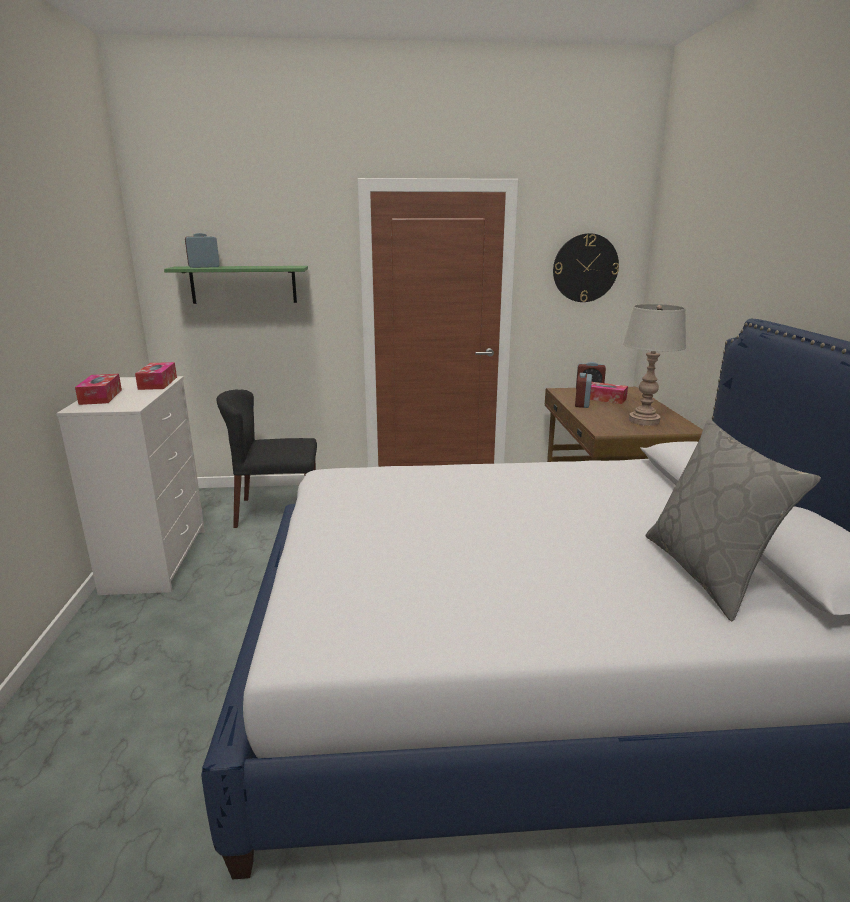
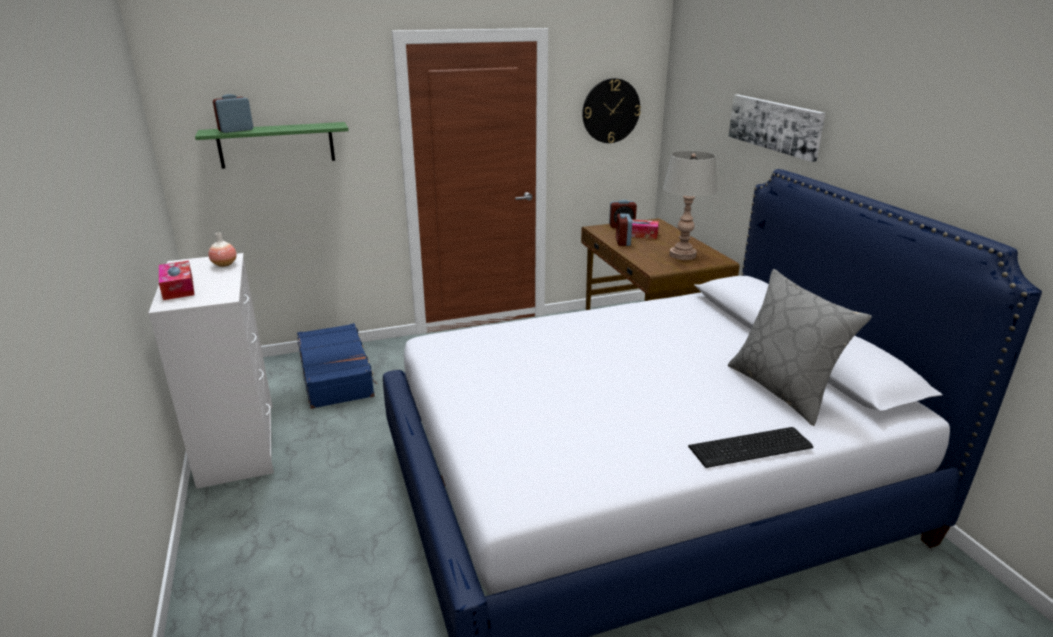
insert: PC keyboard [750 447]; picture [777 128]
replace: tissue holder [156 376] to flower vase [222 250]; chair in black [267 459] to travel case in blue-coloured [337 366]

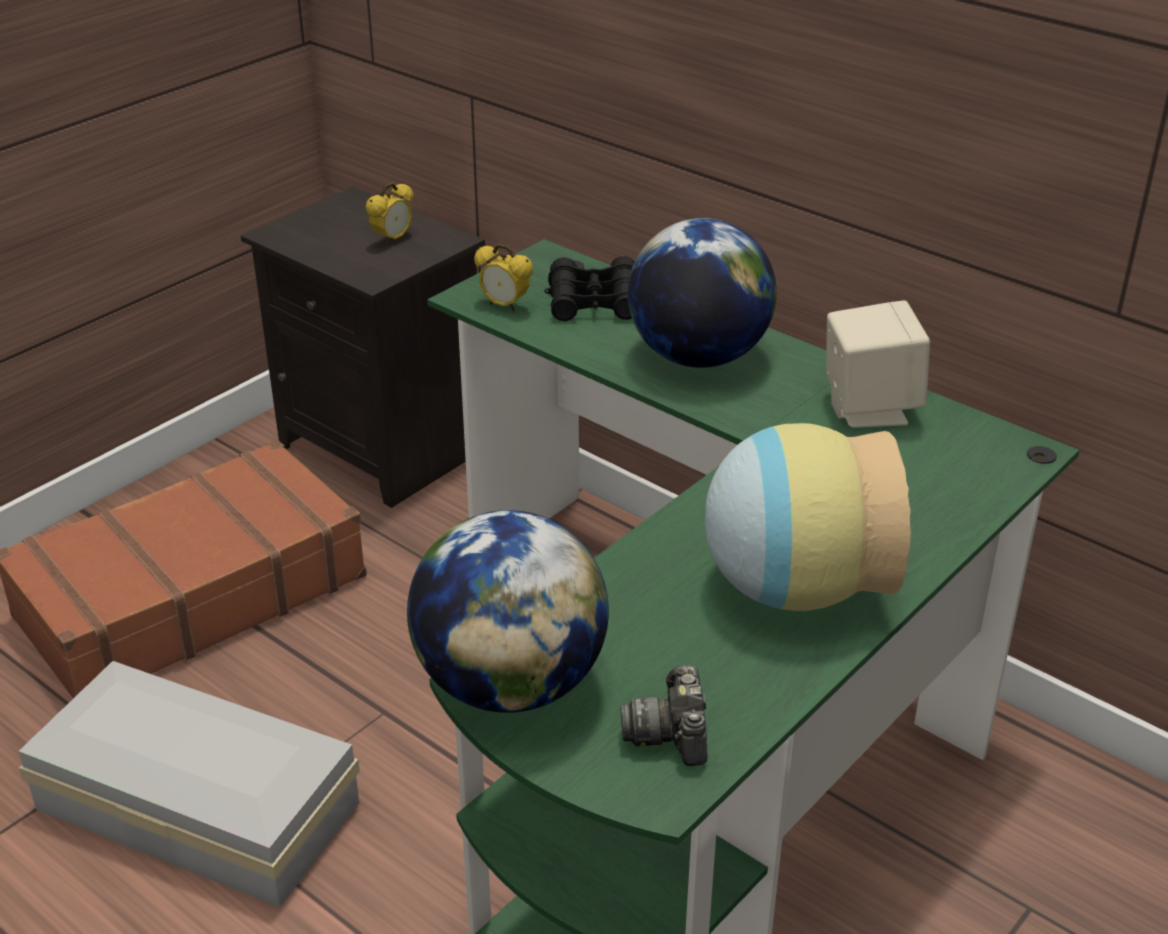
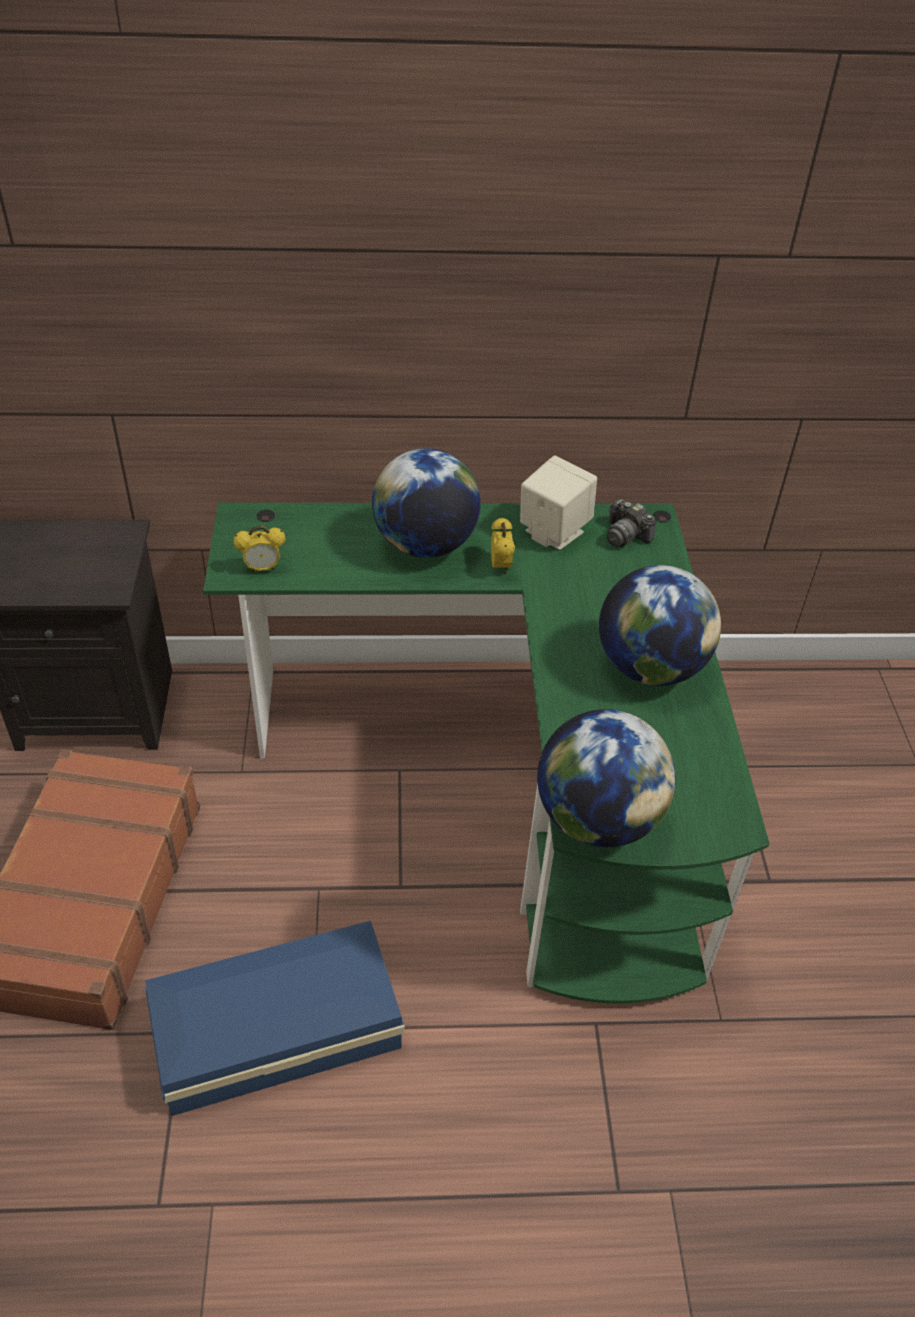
delete: binoculars in black [589 288]
move: table clock [389 213] to [503 545]; still camera [663 715] to [631 523]
replace: flower vase [808 517] to globe [660 625]
recolor: storage box in whitish [189 784] to storage box in blue-coloured [275 1018]

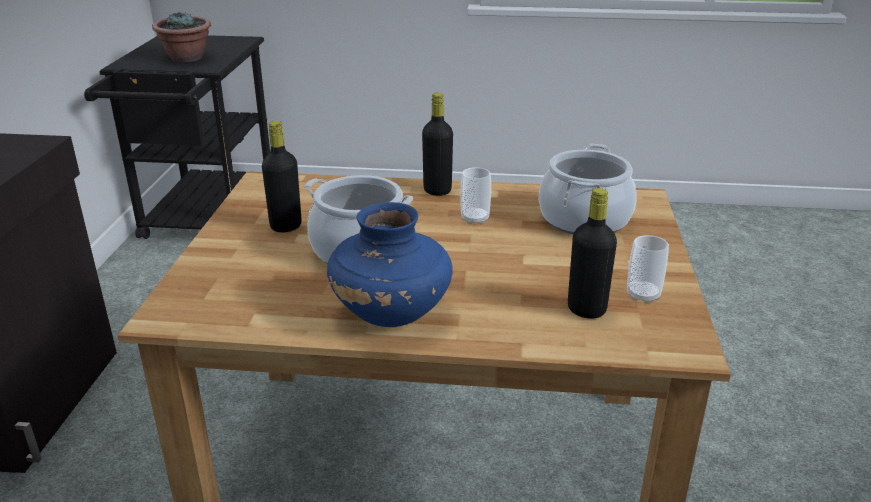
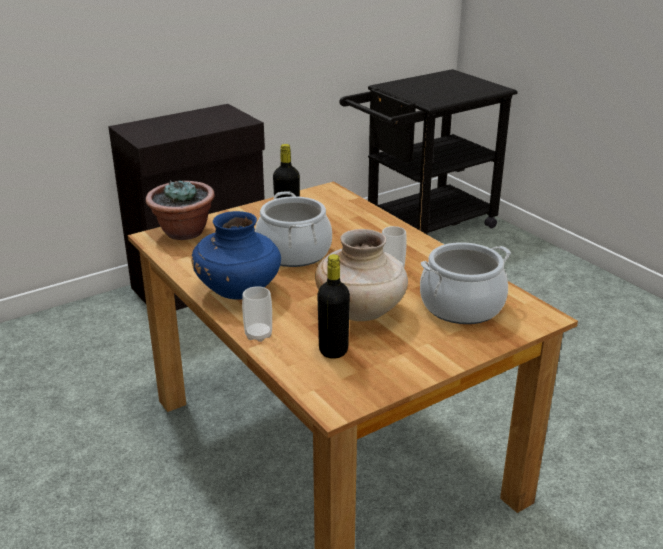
delete: drink bottle in black [437 144]
insert: flower vase in beige [361 275]
move: plant in a pot [181 36] to [180 210]; small cup [648 269] to [257 314]

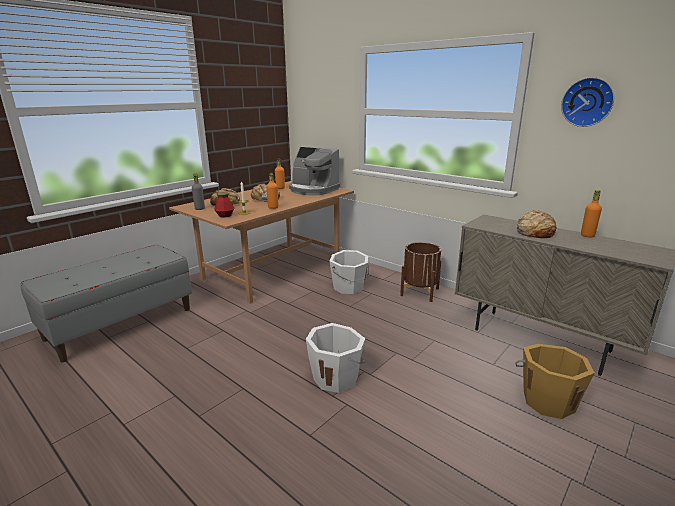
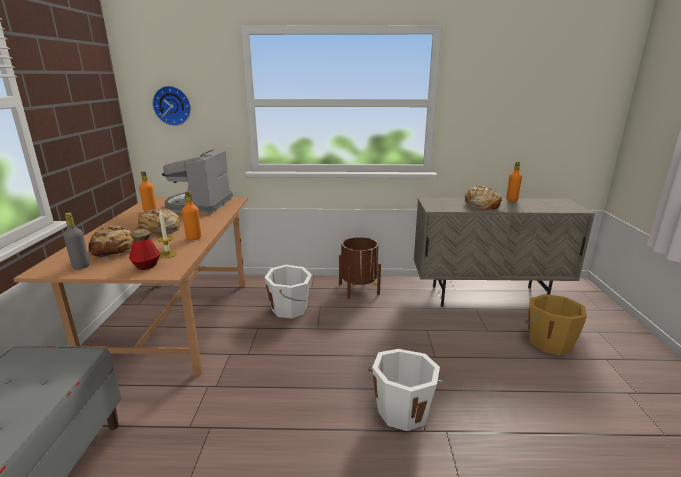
move: wall clock [587 102] to [171 106]
rotate: coffee maker [314 170] = [197 181] 105 degrees clockwise

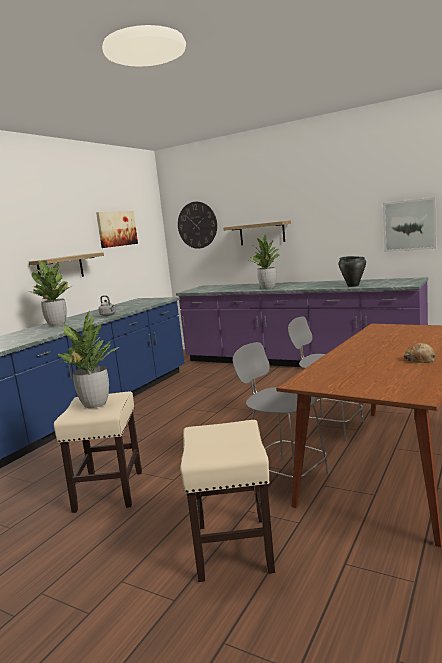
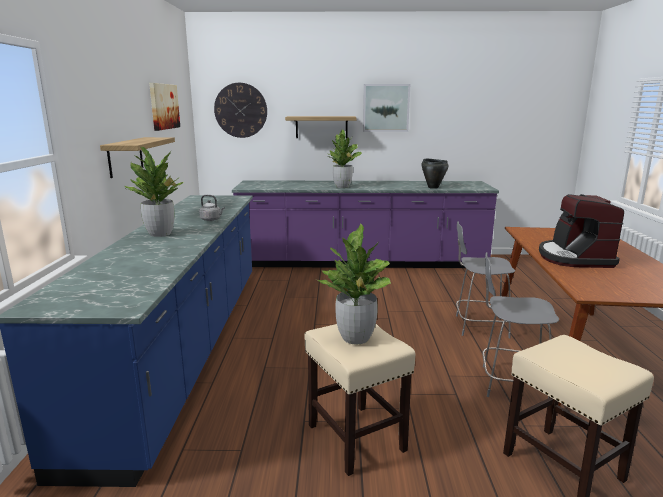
delete: bakery bread [419 353]
insert: coffee maker [581 231]
move: picture [409 224] to [386 108]

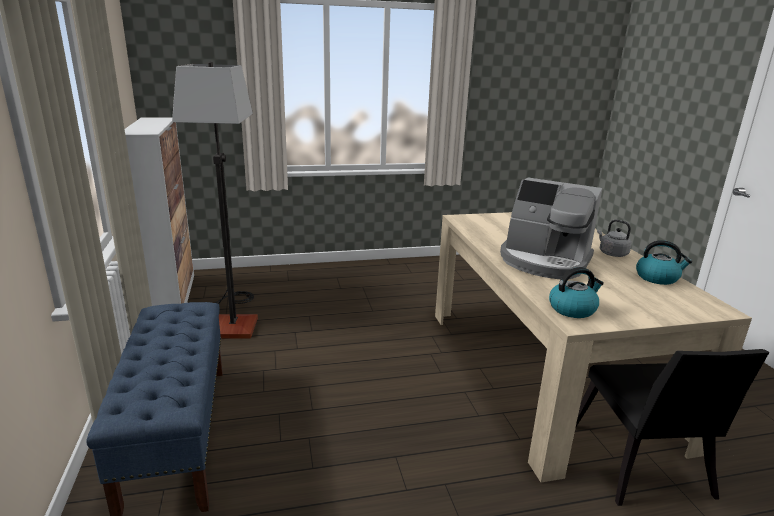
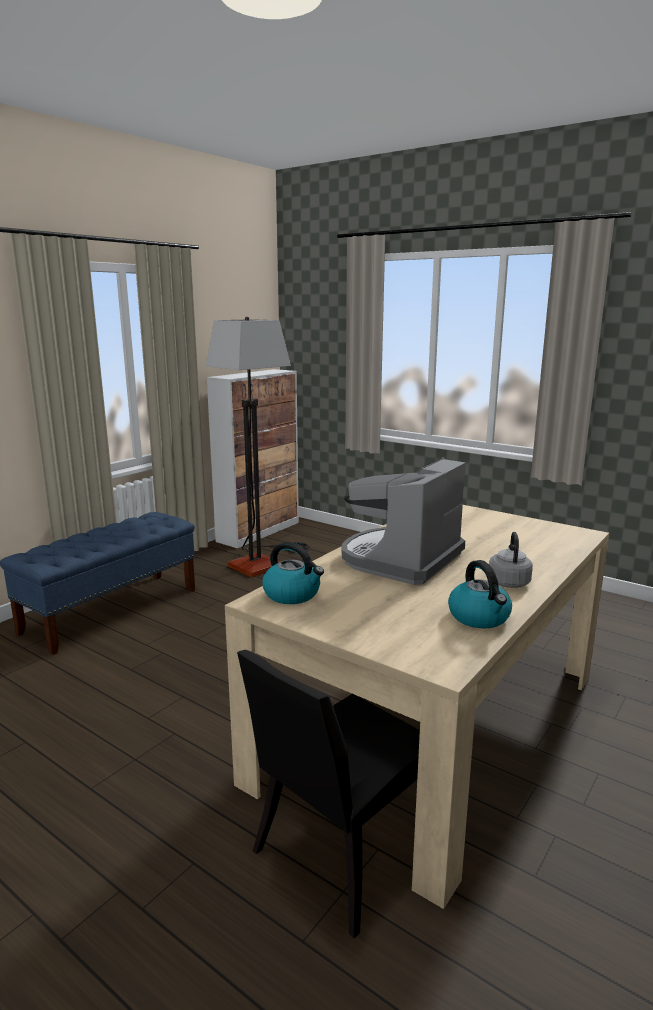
rotate: coffee maker [551 228] = [404 521] 45 degrees clockwise

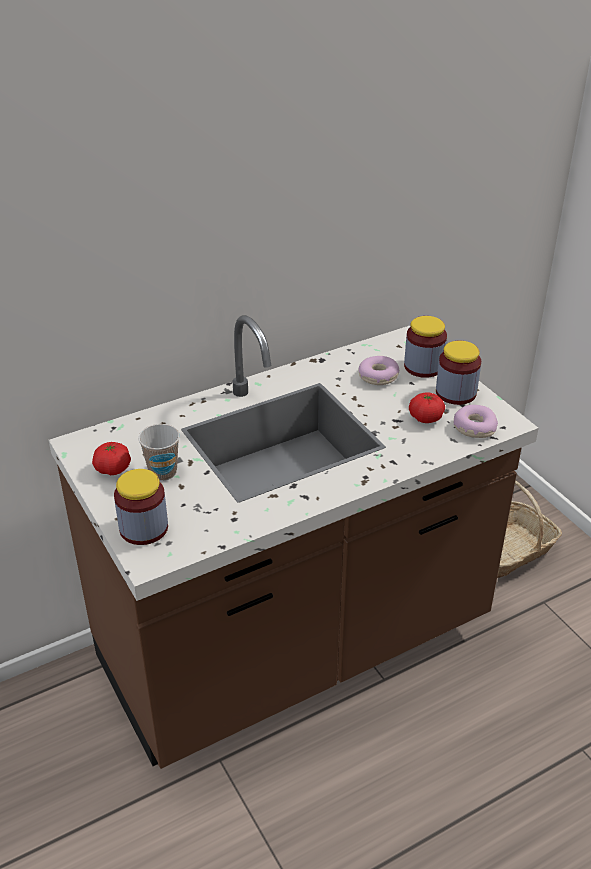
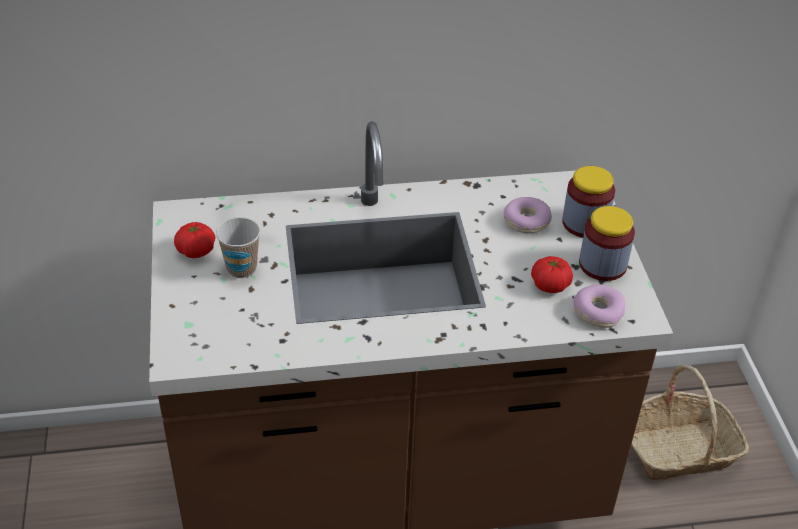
delete: preserve jar [141 507]

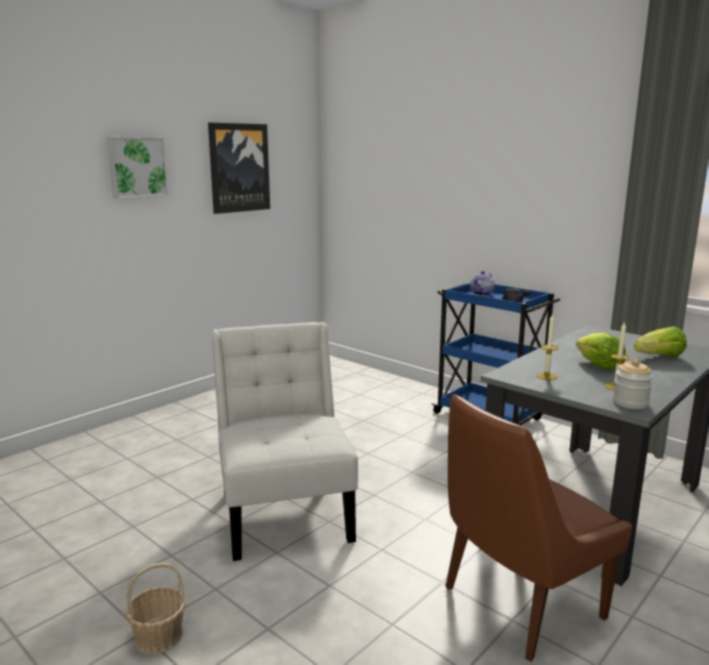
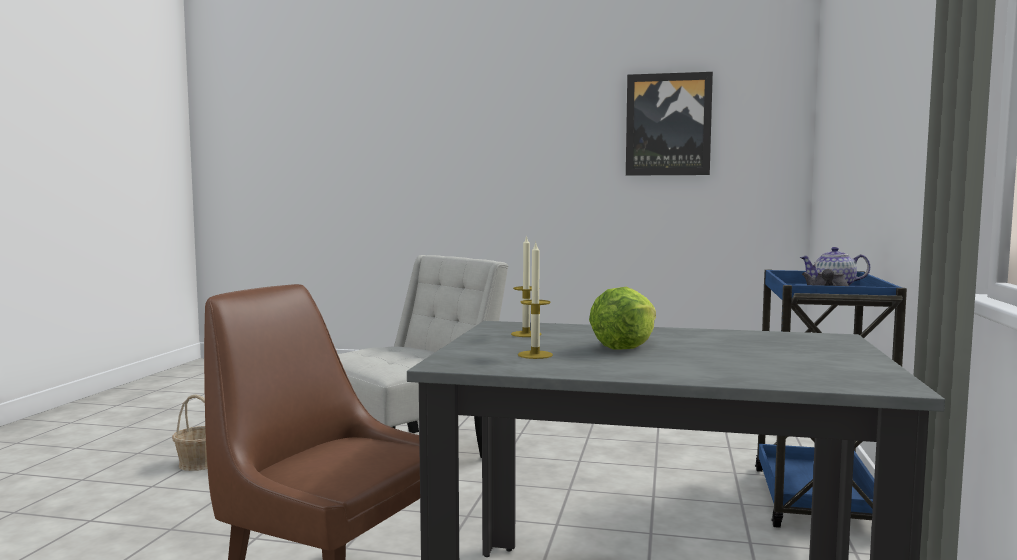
delete: picture [138 168]; preserve jar [633 384]; lettuce [660 341]

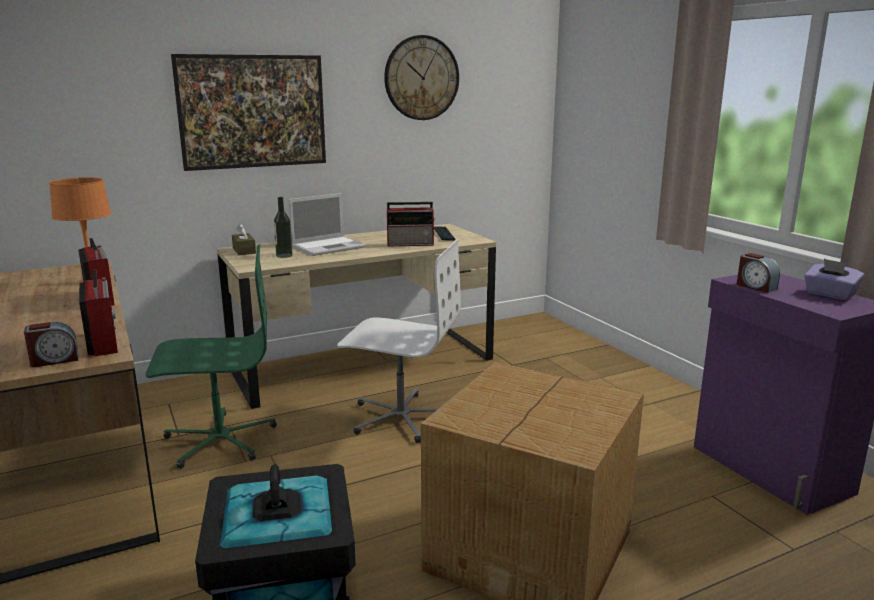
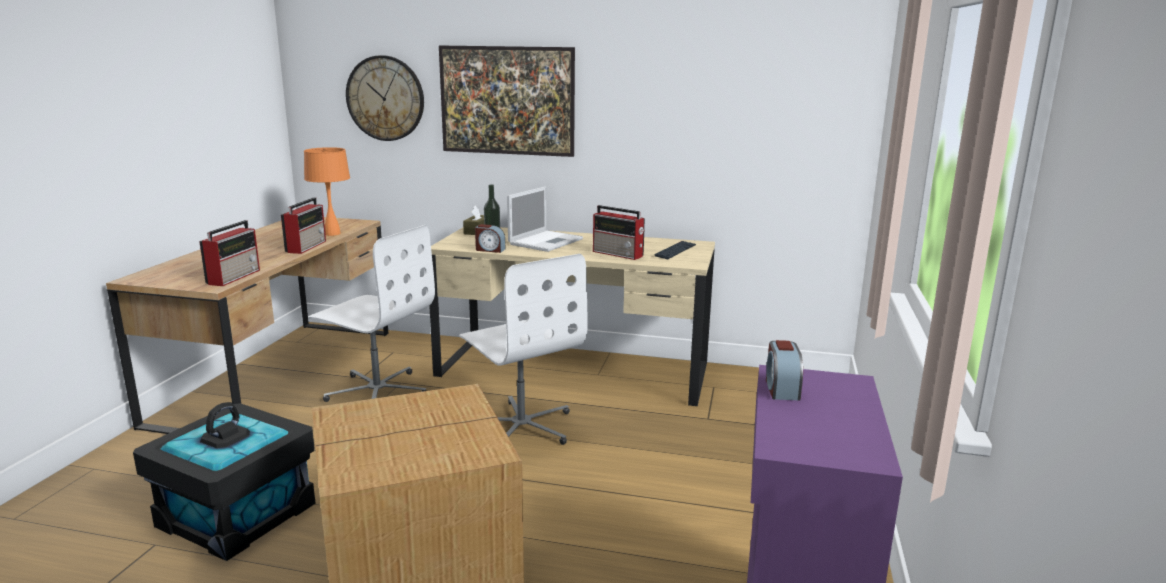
delete: tissue holder in purple [834 279]
move: table clock [51 344] to [490 238]; wall clock [421 77] to [385 98]
recolor: computer chair in green-coloured [211 356] to computer chair in whitish [371 313]
rotate: laptop [327 224] = [545 219] 60 degrees counterclockwise

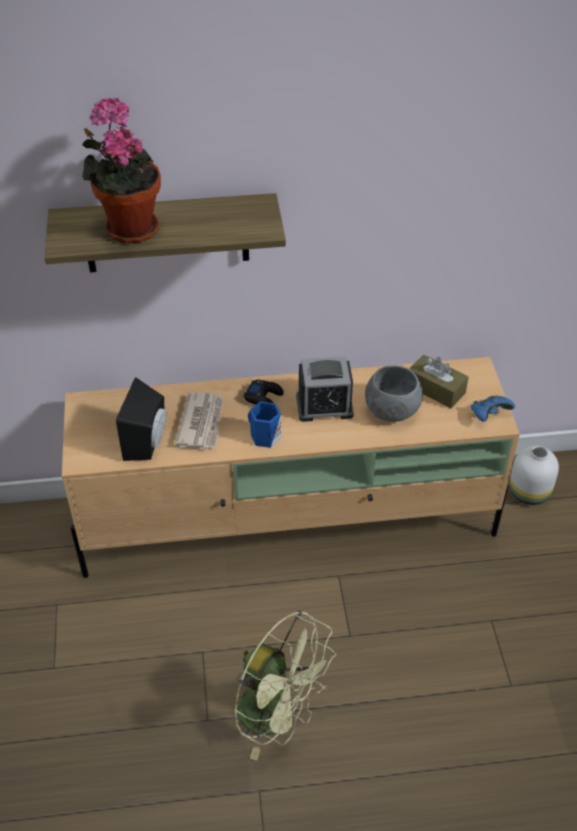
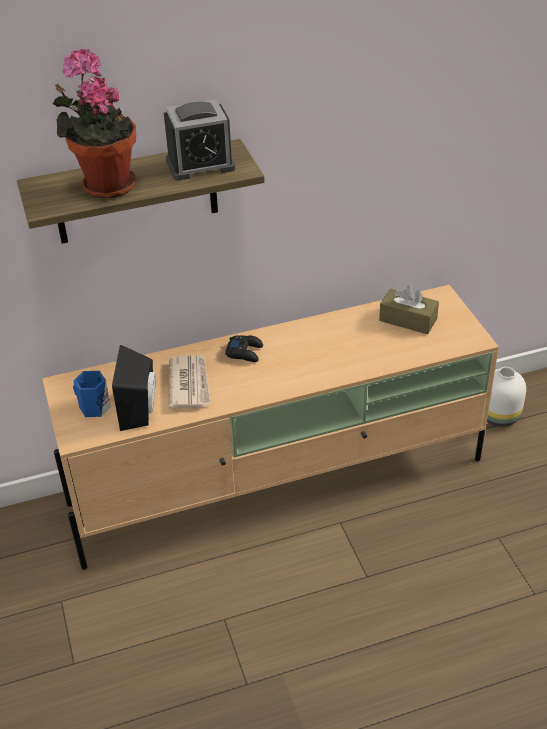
delete: electric fan in green-coloured [285 685]; deep dish in greyish [394 393]; joypad in blue-coloured [493 408]
move: tea mug in blue-coloured [264 424] to [92 394]; table clock [325 389] to [200 140]

